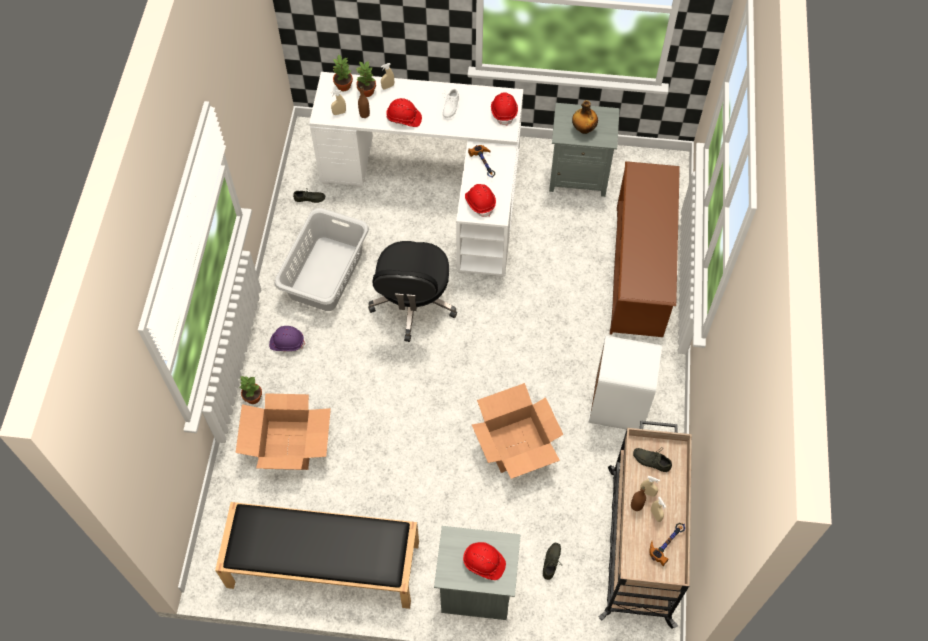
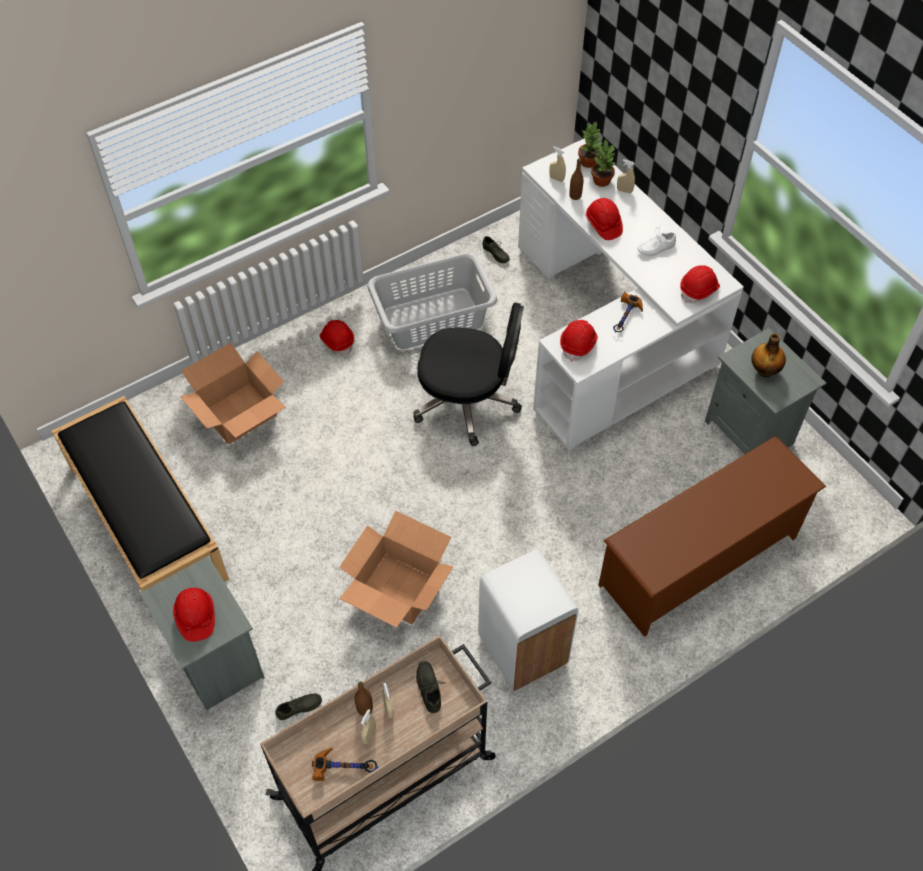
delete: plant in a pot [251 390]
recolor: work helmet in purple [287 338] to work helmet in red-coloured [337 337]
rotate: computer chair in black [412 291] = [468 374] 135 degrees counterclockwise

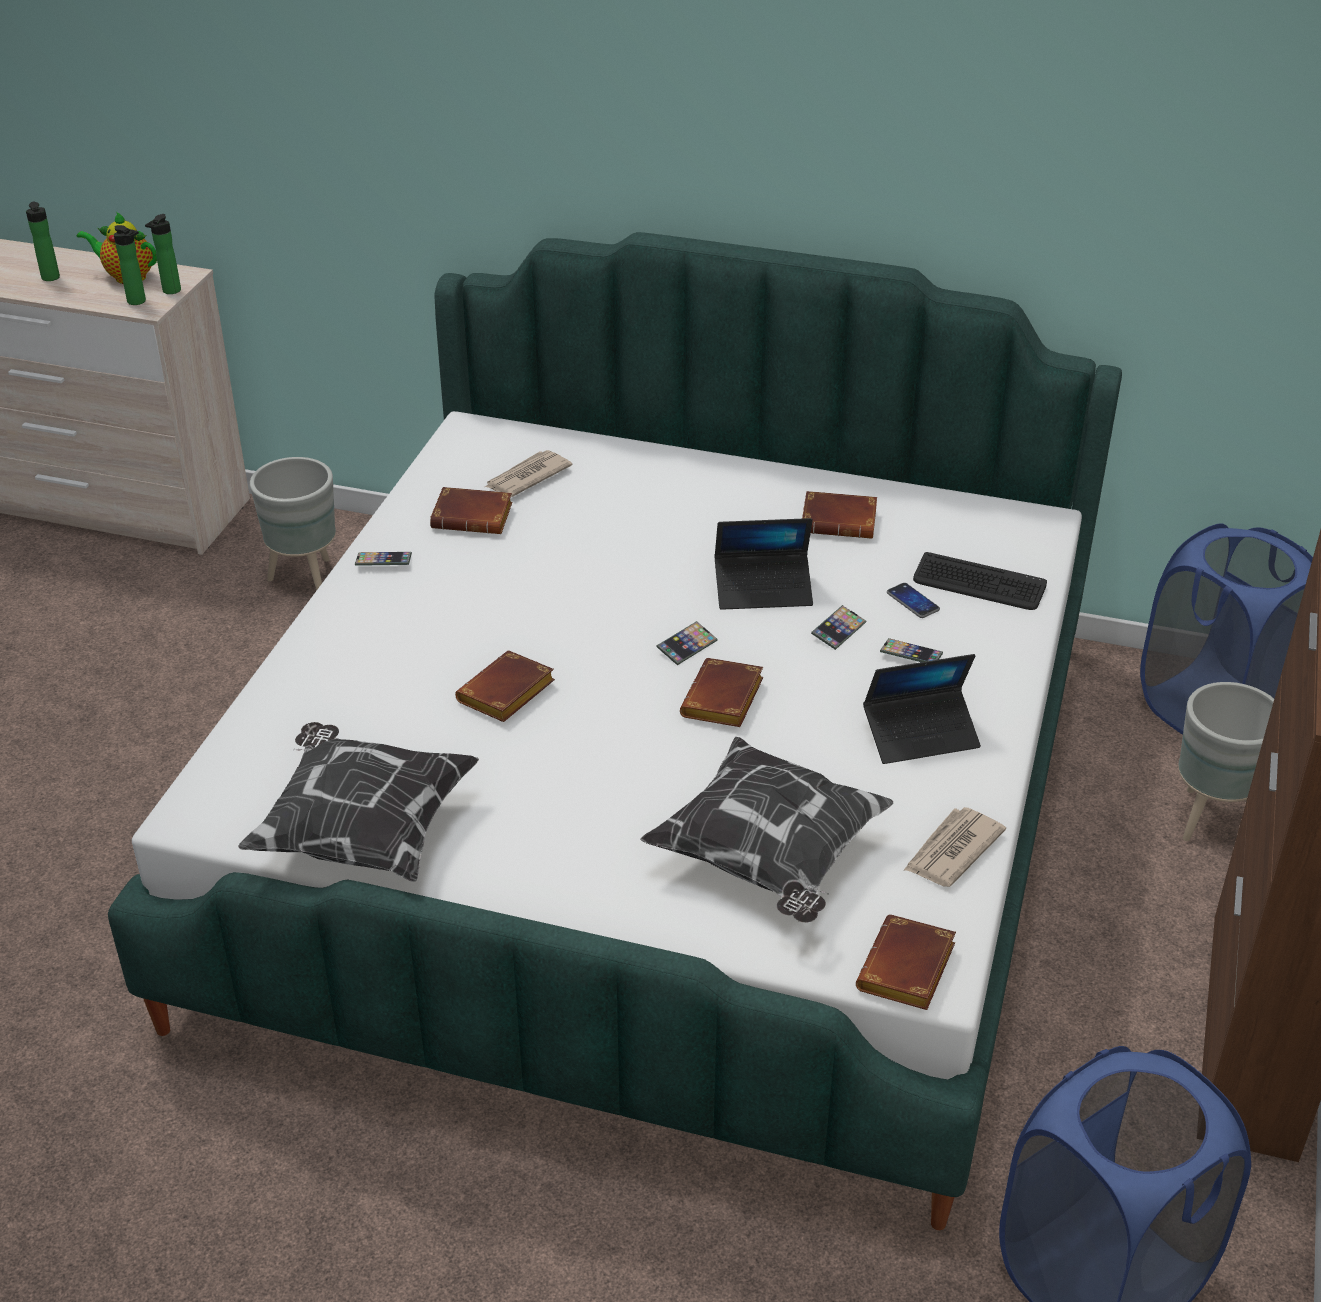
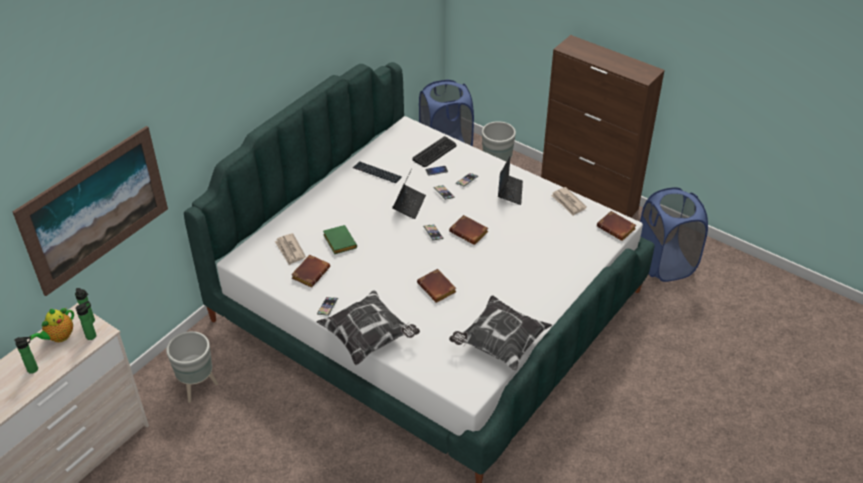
insert: picture [90 211]; volume in green-coloured [340 239]
move: throw pillow [766 830] to [368 327]
replace: volume in brown-coloured [839 515] to PC keyboard [377 172]

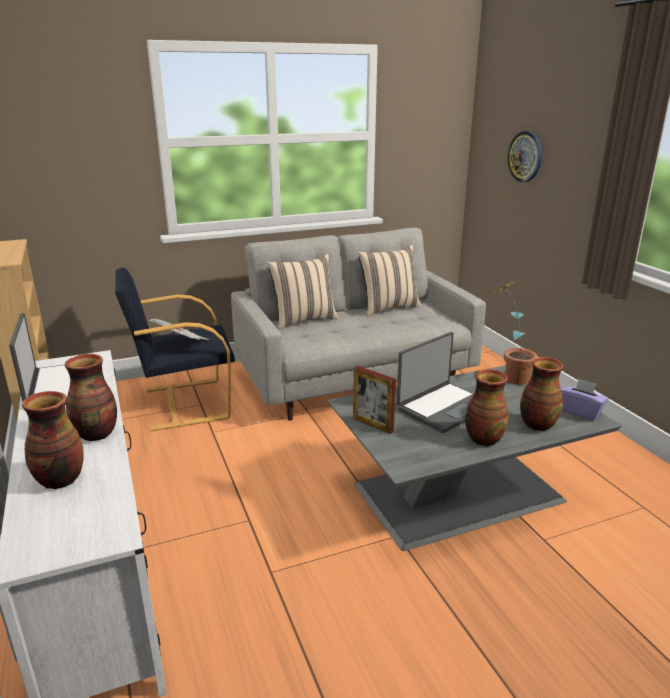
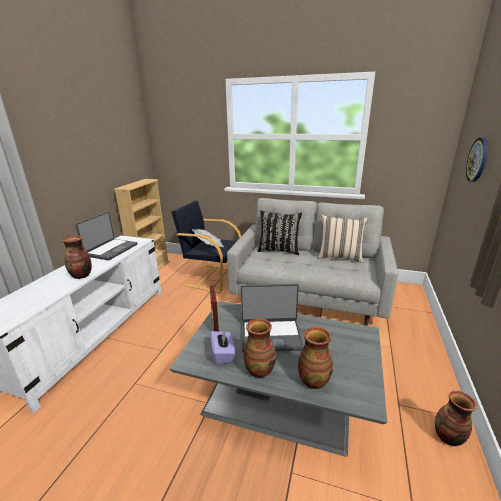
delete: plant in a pot [515 333]
move: flower vase [53 440] to [456 418]; tissue holder in purple [584 399] to [222 347]
recolor: throw pillow in beige [303 292] to throw pillow in black [279 233]

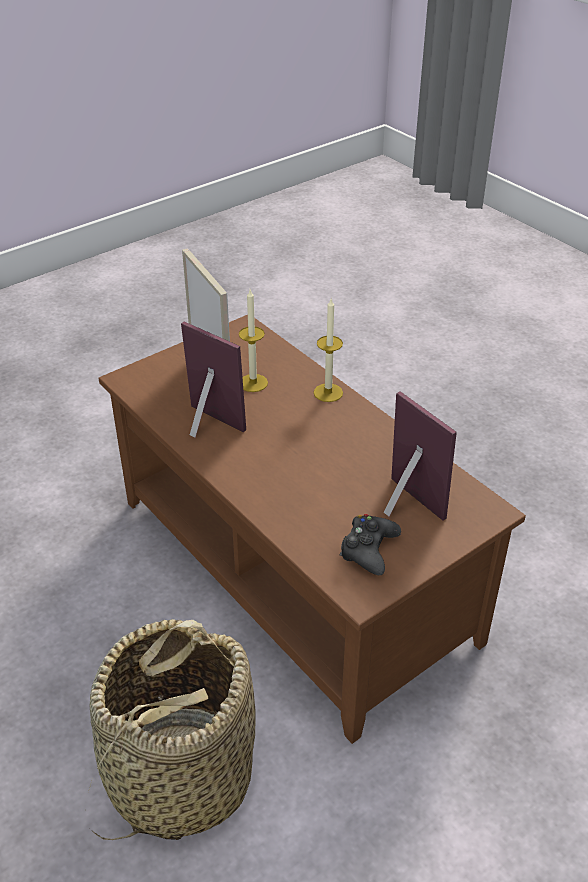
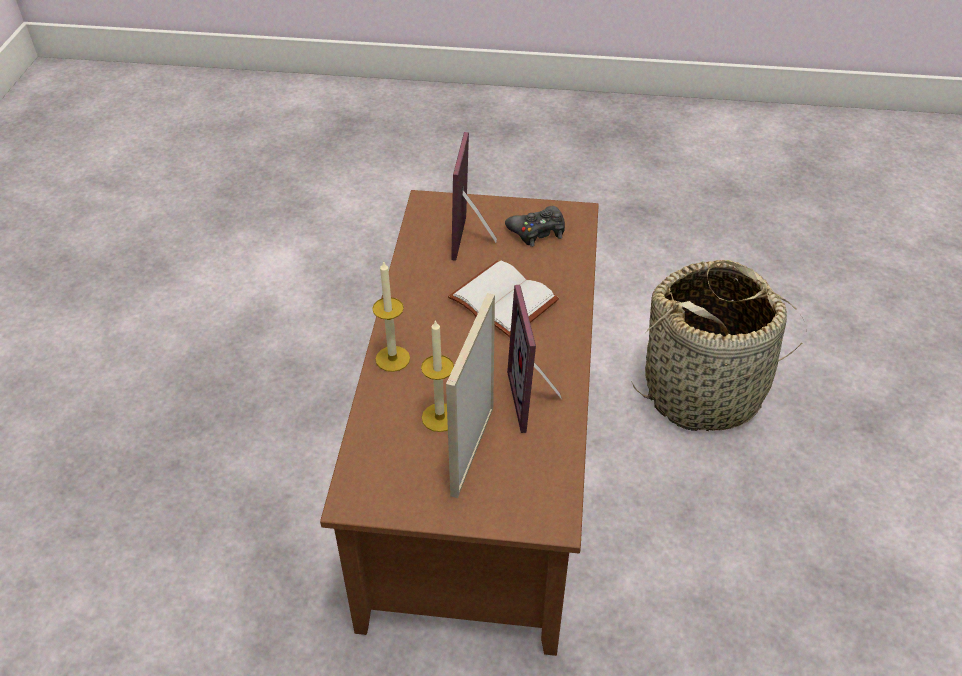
insert: volume in whitish [503 298]

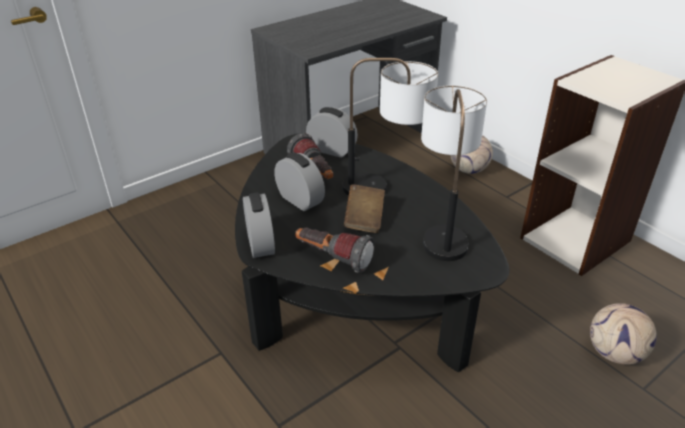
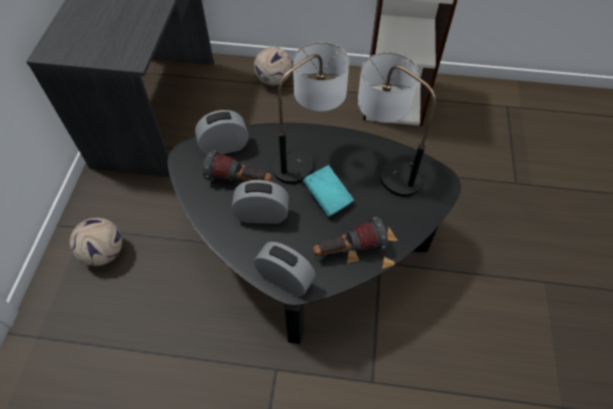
move: football [623 334] to [96 242]
recolor: volume in brown-coloured [364 208] to volume in turquoise-coloured [328 191]

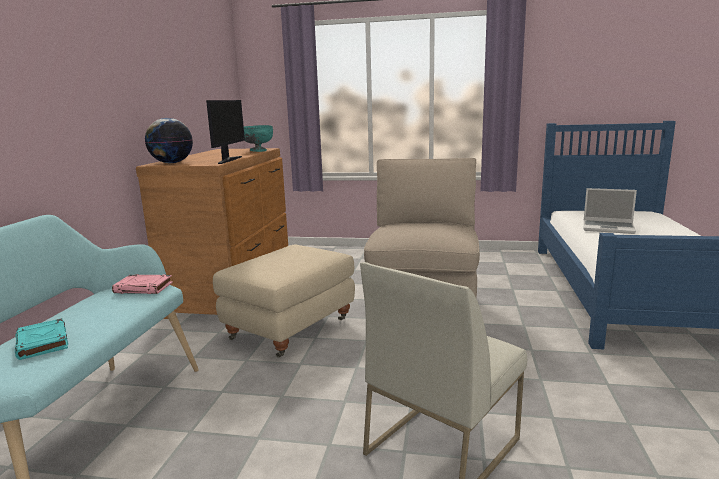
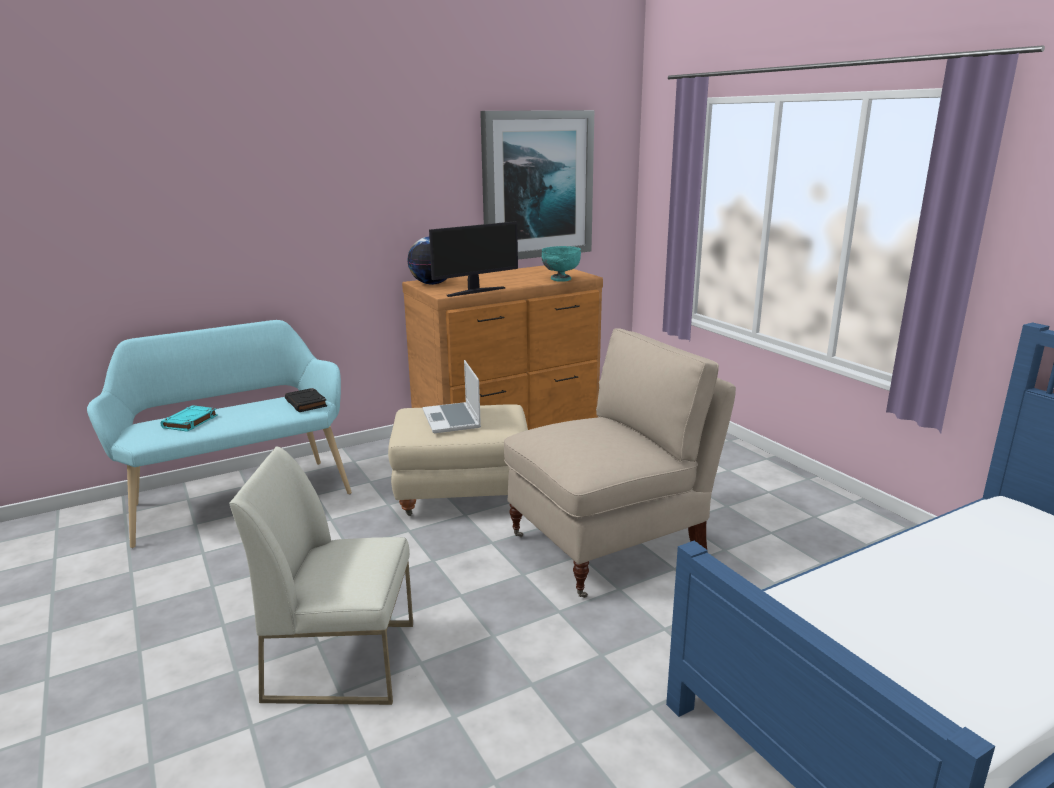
insert: picture [537 184]
move: laptop [610 211] to [451 396]
recolor: volume in pinkish [142 284] to volume in black [306 400]

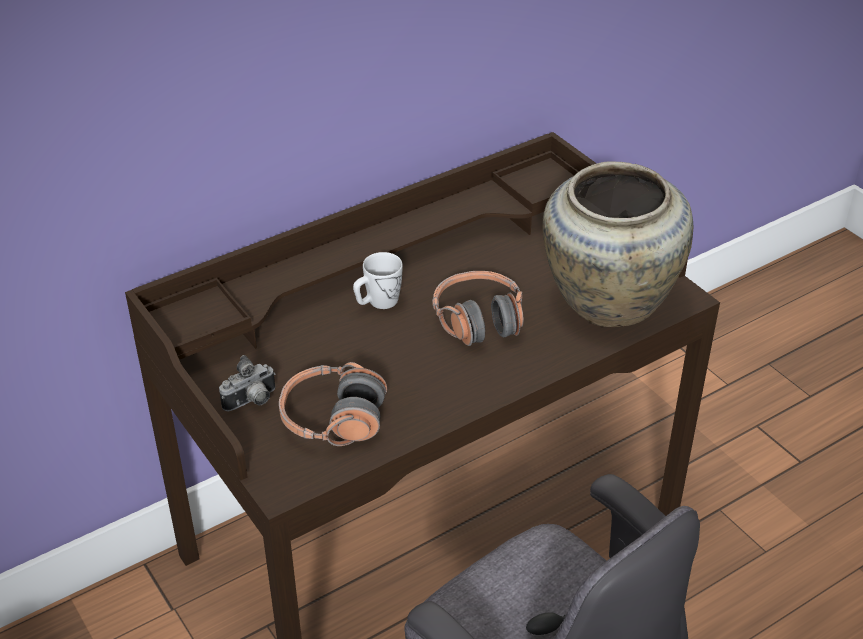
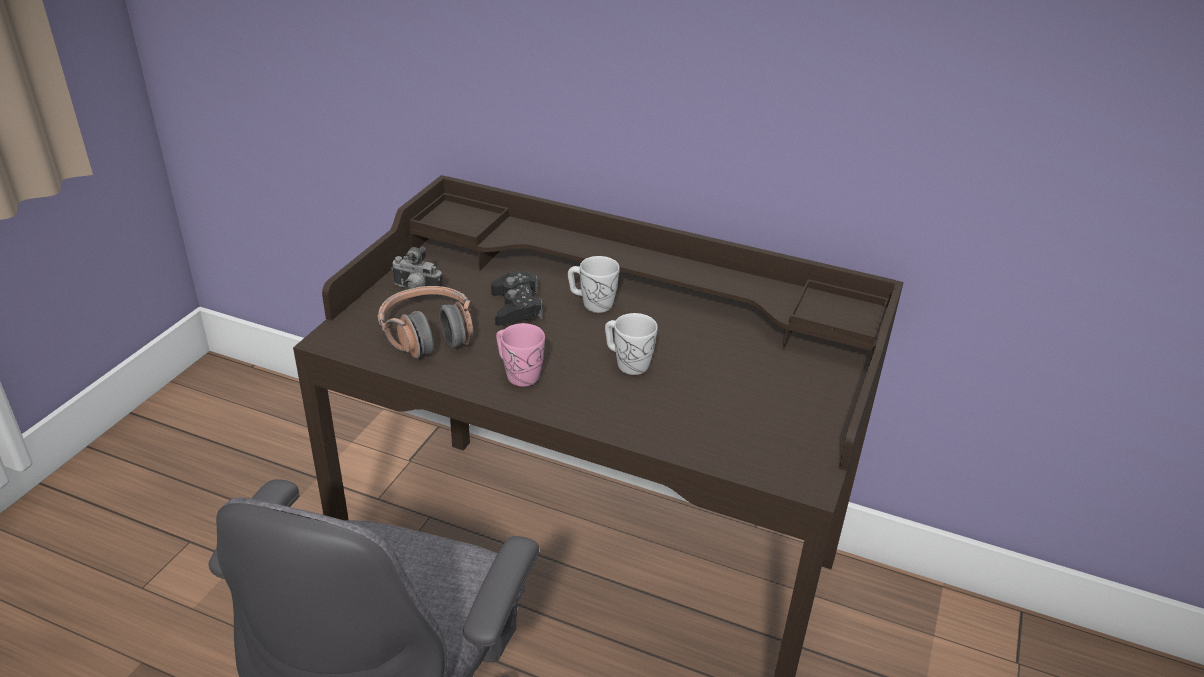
delete: flower vase in beige [617 244]
insert: joypad in black [517 298]; tea mug in pinkish [520 355]
replace: pair of headphones [478 308] to tea mug in whitish [631 344]

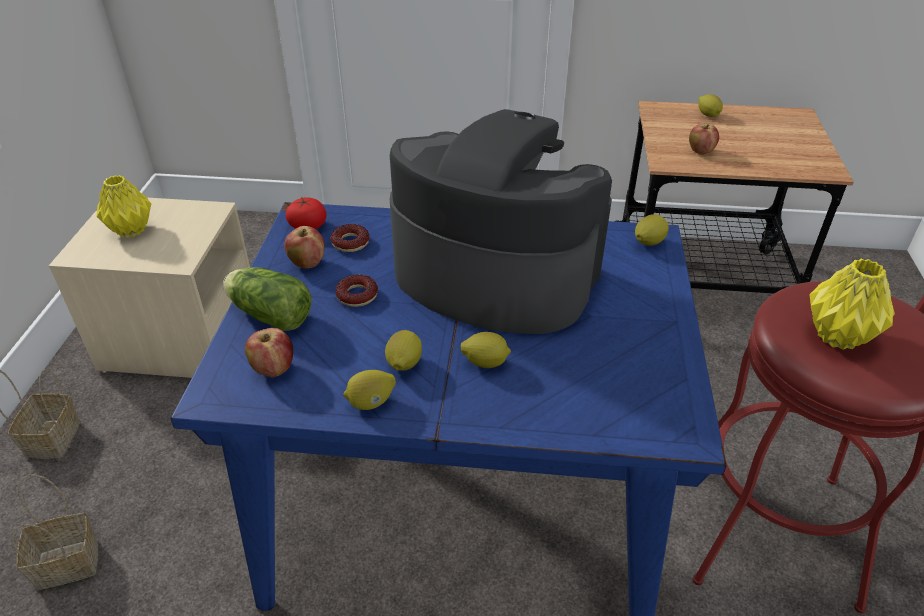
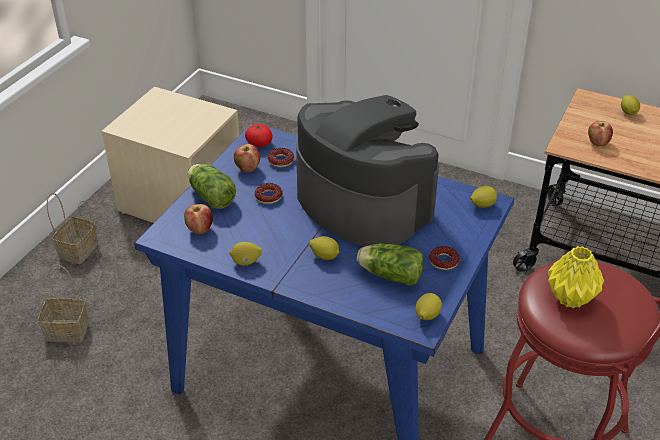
delete: flower vase in yellowish [124 206]
insert: lettuce [390 264]; doughnut [444 258]
move: whole lemon [403 350] to [428 306]

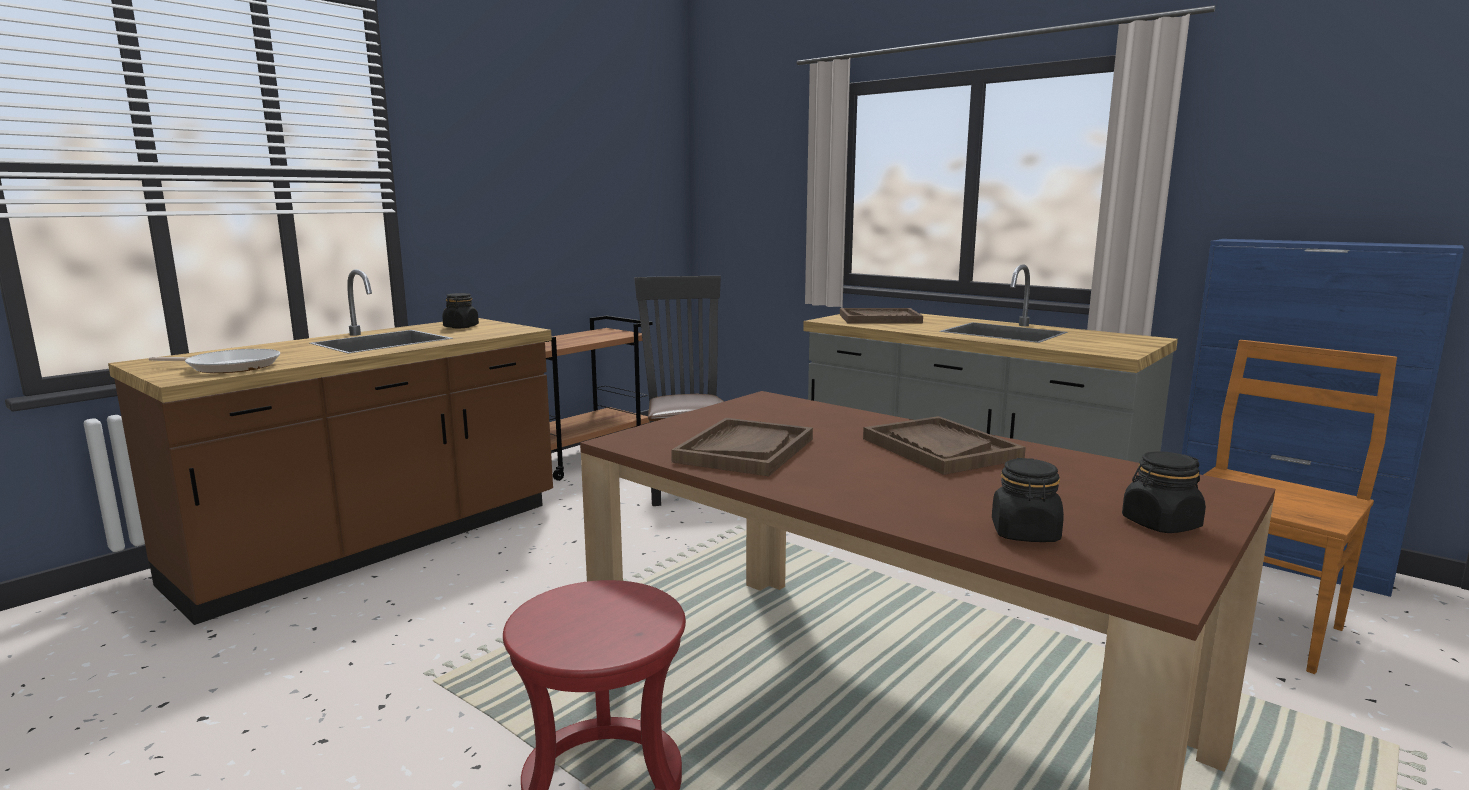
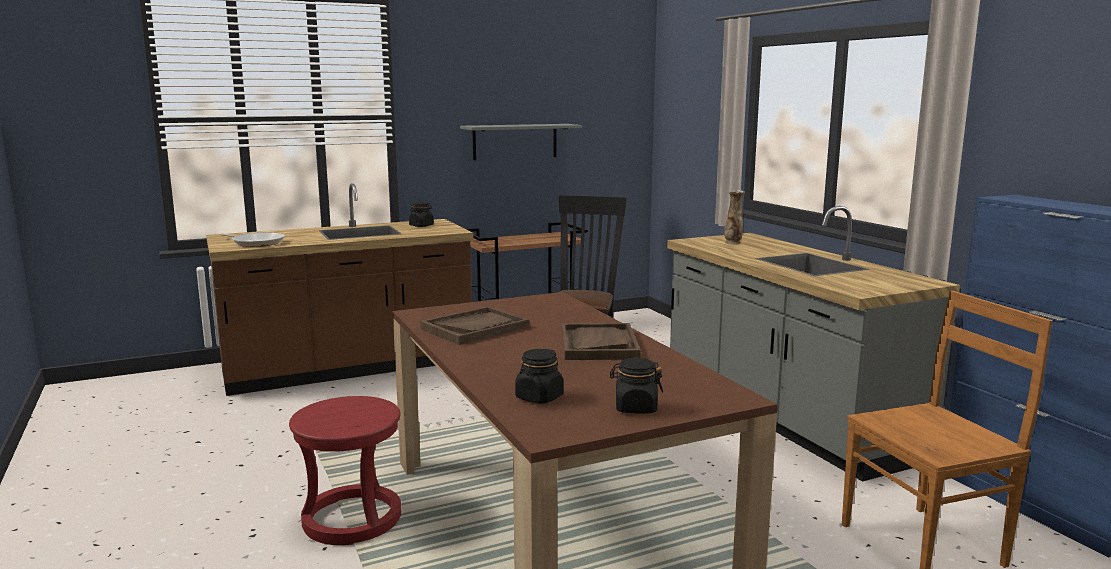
insert: shelf in greyish [521 142]
replace: serving tray in brown-coloured [881 316] to flower vase [734 217]

